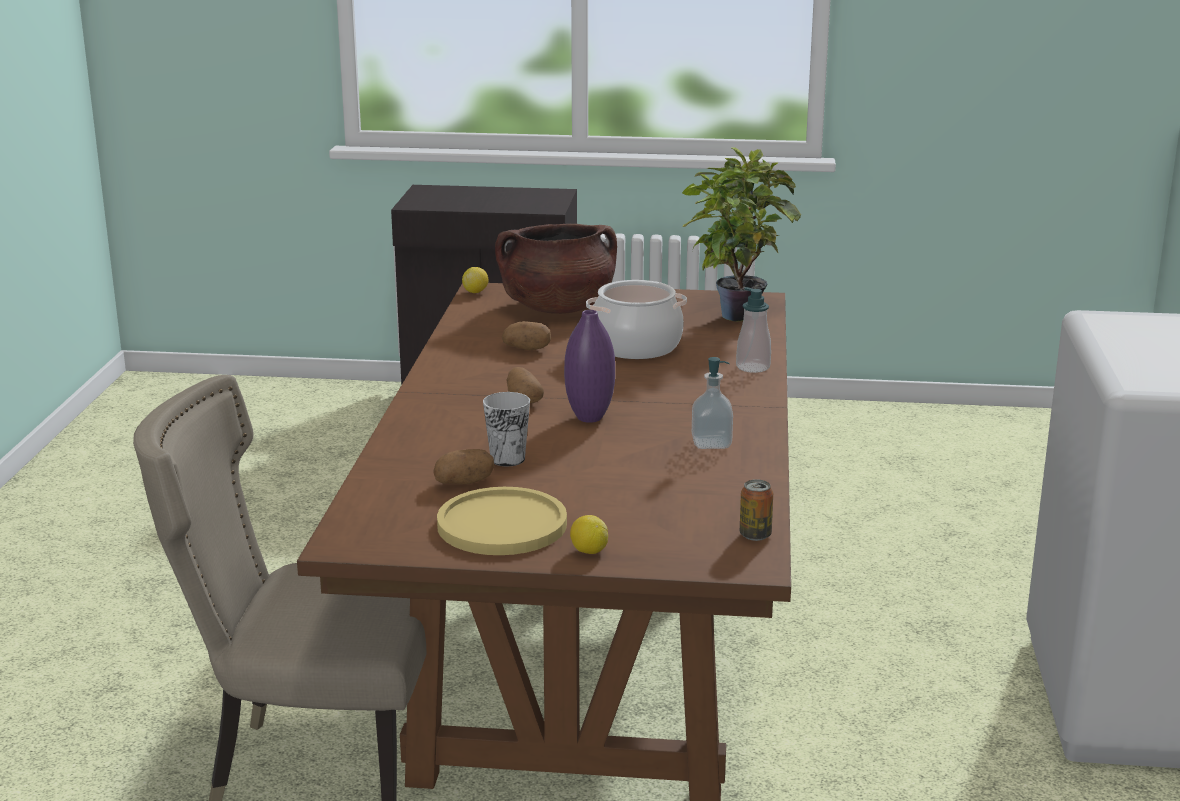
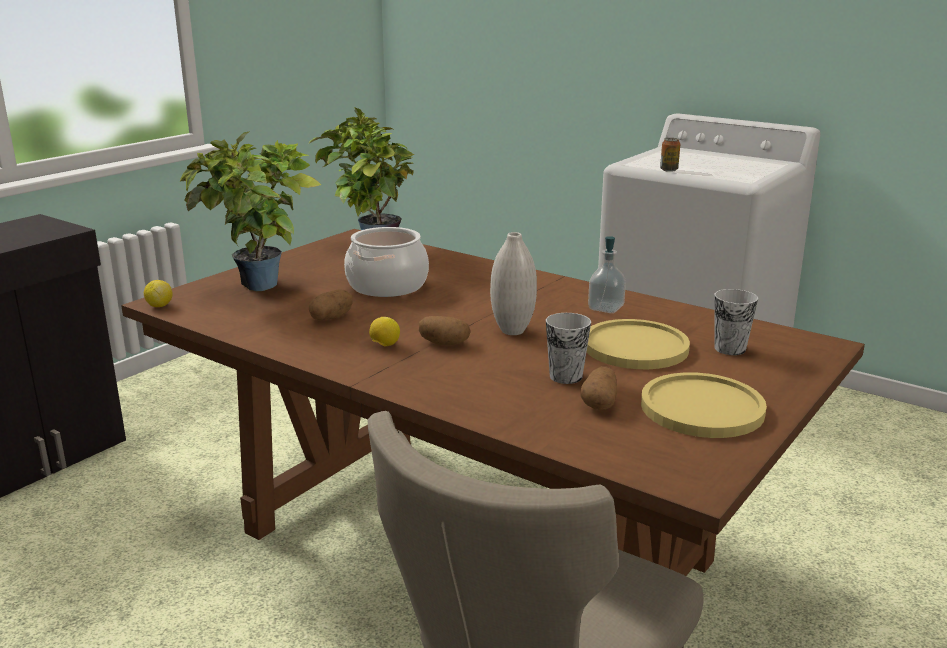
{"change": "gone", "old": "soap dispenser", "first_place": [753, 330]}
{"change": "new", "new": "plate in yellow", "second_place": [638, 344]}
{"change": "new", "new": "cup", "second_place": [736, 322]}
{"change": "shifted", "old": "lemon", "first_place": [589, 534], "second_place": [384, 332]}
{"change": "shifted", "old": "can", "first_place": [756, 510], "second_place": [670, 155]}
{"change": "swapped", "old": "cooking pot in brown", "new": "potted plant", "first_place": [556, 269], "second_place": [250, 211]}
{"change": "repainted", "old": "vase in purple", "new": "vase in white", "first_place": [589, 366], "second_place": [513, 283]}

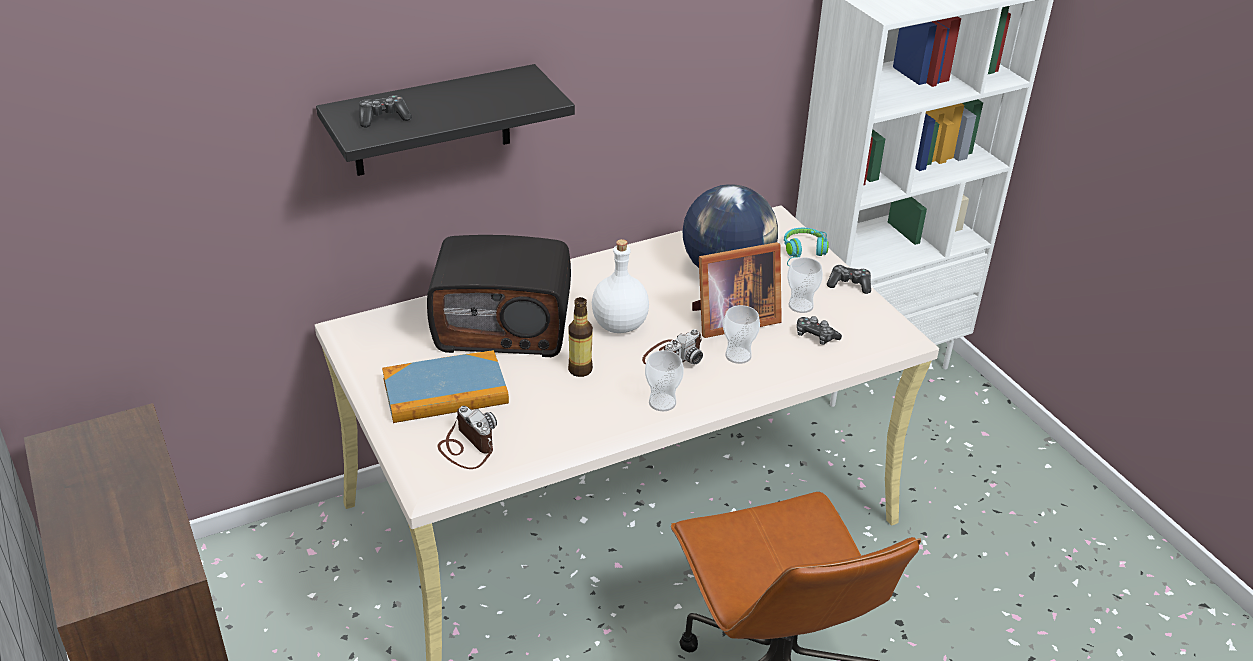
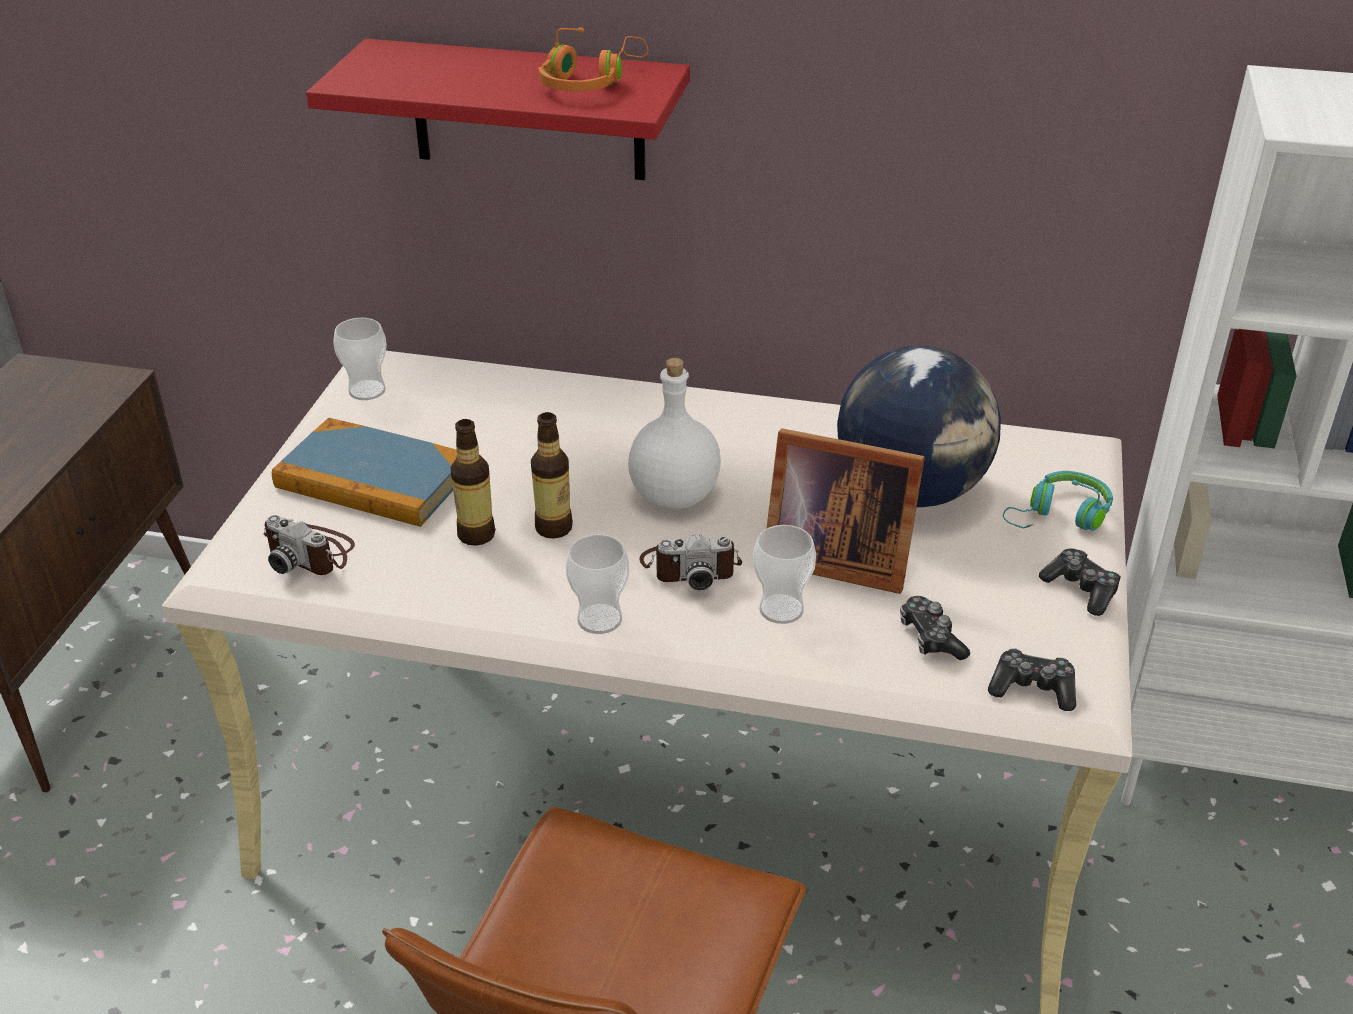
{"change": "gone", "old": "radio", "first_place": [499, 296]}
{"change": "new", "new": "bottle", "second_place": [472, 482]}
{"change": "new", "new": "headphones in orange", "second_place": [593, 59]}
{"change": "shifted", "old": "game controller", "first_place": [385, 111], "second_place": [1032, 679]}
{"change": "shifted", "old": "cup", "first_place": [805, 285], "second_place": [360, 359]}
{"change": "repainted", "old": "shelf in black", "new": "shelf in red", "first_place": [445, 120], "second_place": [498, 109]}
{"change": "rotated", "old": "photo camera", "first_place": [467, 437], "second_place": [309, 545], "degrees": 120}

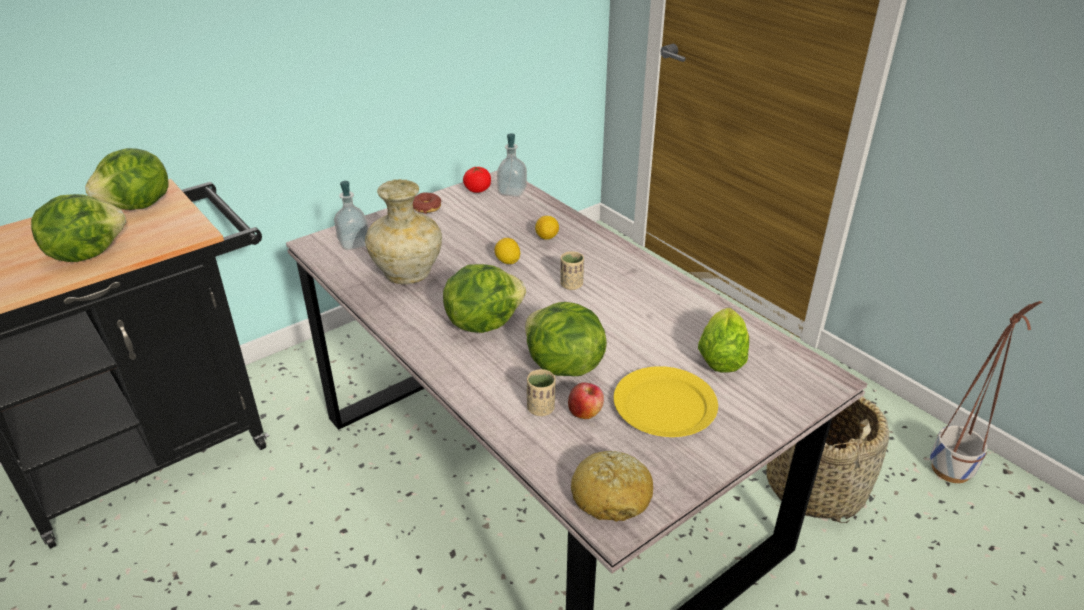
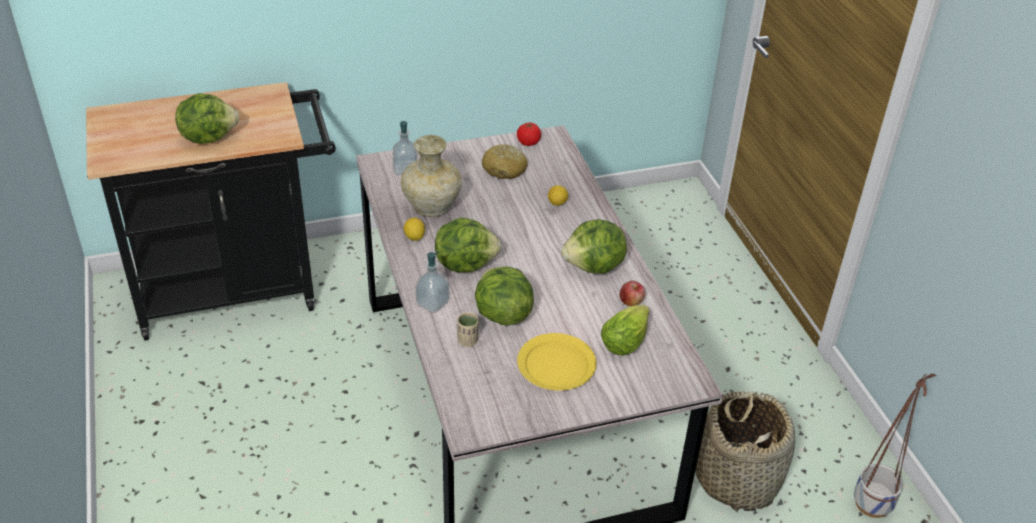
{"change": "gone", "old": "donut", "first_place": [427, 203]}
{"change": "gone", "old": "cup in beige", "first_place": [572, 270]}
{"change": "shifted", "old": "lettuce", "first_place": [127, 179], "second_place": [594, 246]}
{"change": "shifted", "old": "lemon", "first_place": [507, 251], "second_place": [414, 229]}
{"change": "shifted", "old": "soap dispenser", "first_place": [512, 165], "second_place": [432, 282]}
{"change": "shifted", "old": "apple", "first_place": [586, 400], "second_place": [633, 294]}
{"change": "shifted", "old": "bread", "first_place": [612, 486], "second_place": [505, 161]}

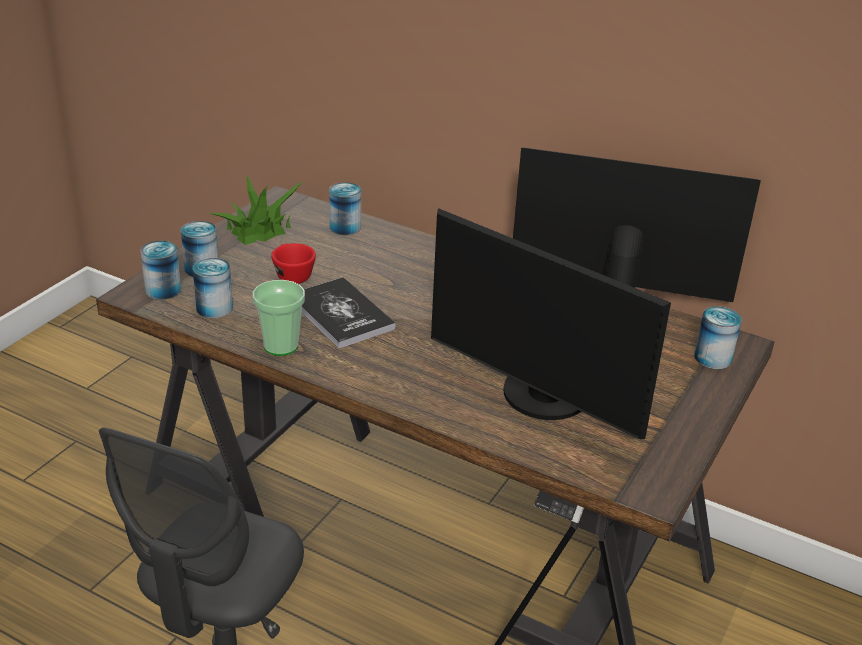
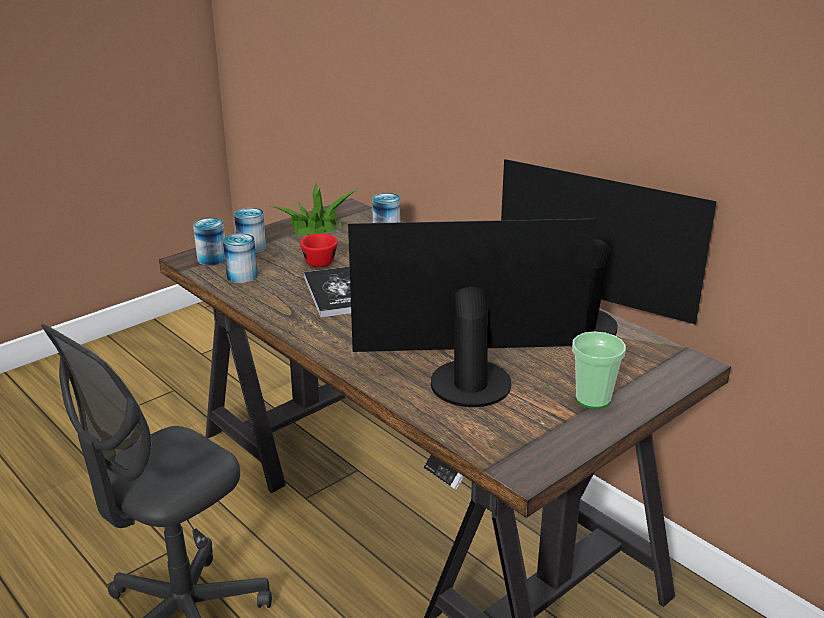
{"change": "gone", "old": "can", "first_place": [718, 338]}
{"change": "shifted", "old": "cup", "first_place": [278, 318], "second_place": [599, 370]}
{"change": "rotated", "old": "monitor", "first_place": [551, 323], "second_place": [472, 313], "degrees": 120}

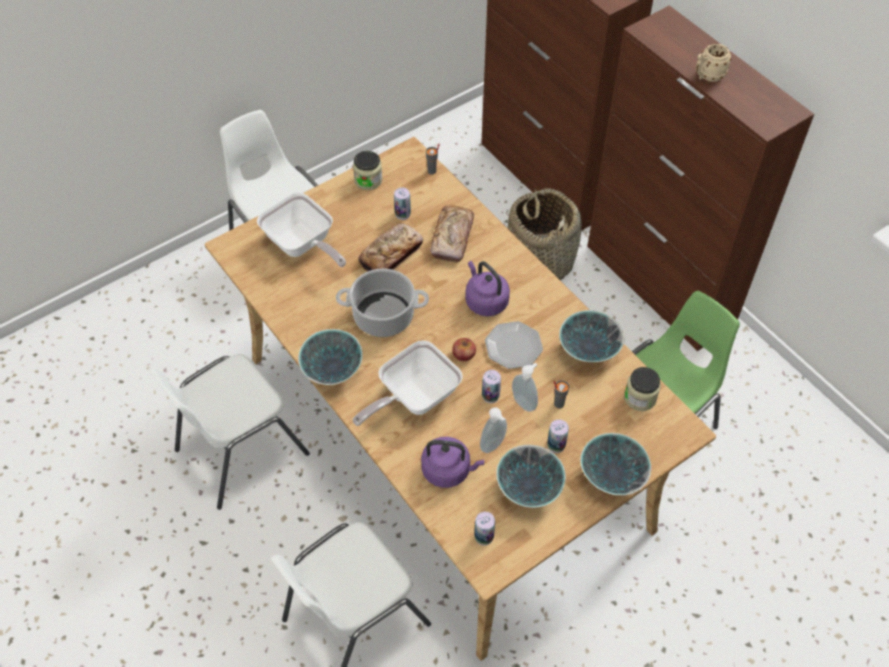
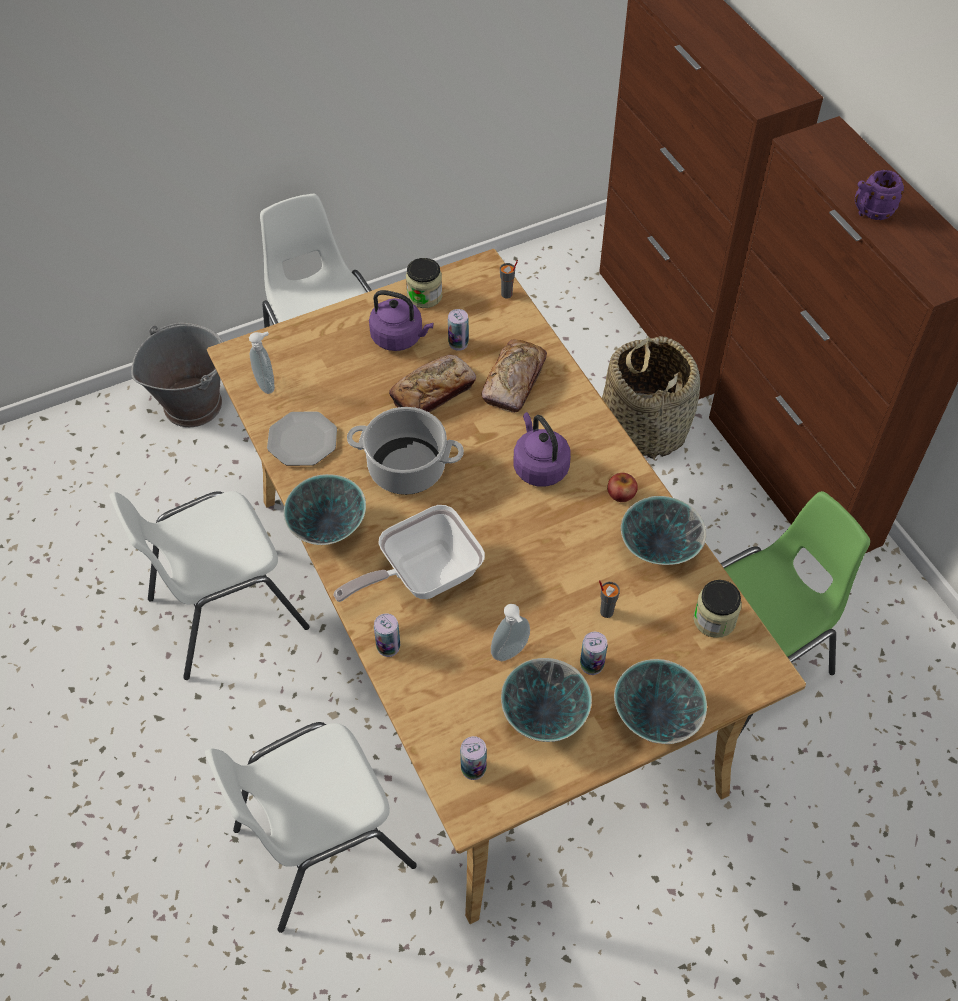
{"change": "gone", "old": "frying pan", "first_place": [301, 229]}
{"change": "new", "new": "bucket in grey", "second_place": [177, 375]}
{"change": "shifted", "old": "kettle in purple", "first_place": [452, 462], "second_place": [401, 320]}
{"change": "shifted", "old": "apple", "first_place": [464, 349], "second_place": [622, 487]}
{"change": "shifted", "old": "can", "first_place": [491, 386], "second_place": [387, 635]}
{"change": "shifted", "old": "plate", "first_place": [514, 345], "second_place": [302, 439]}
{"change": "shifted", "old": "soap dispenser", "first_place": [525, 387], "second_place": [262, 362]}
{"change": "repainted", "old": "mug in beige", "new": "mug in purple", "first_place": [713, 63], "second_place": [880, 195]}

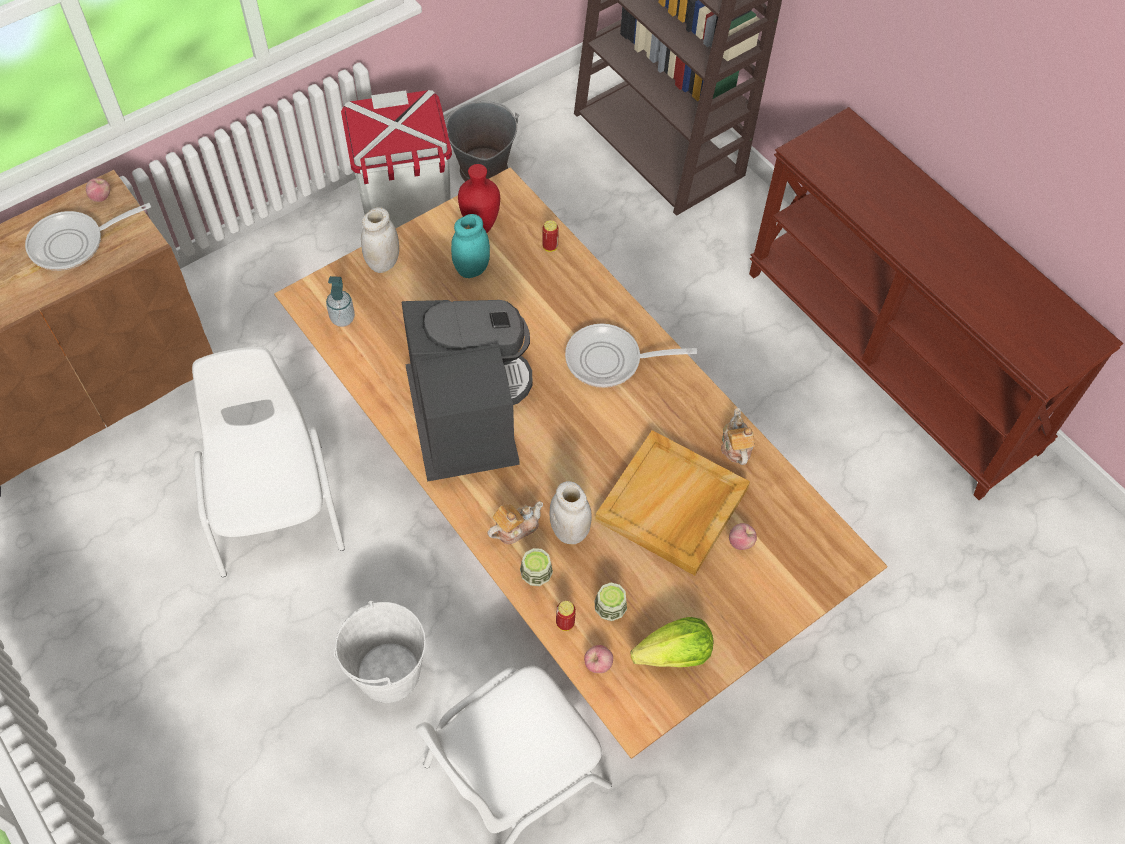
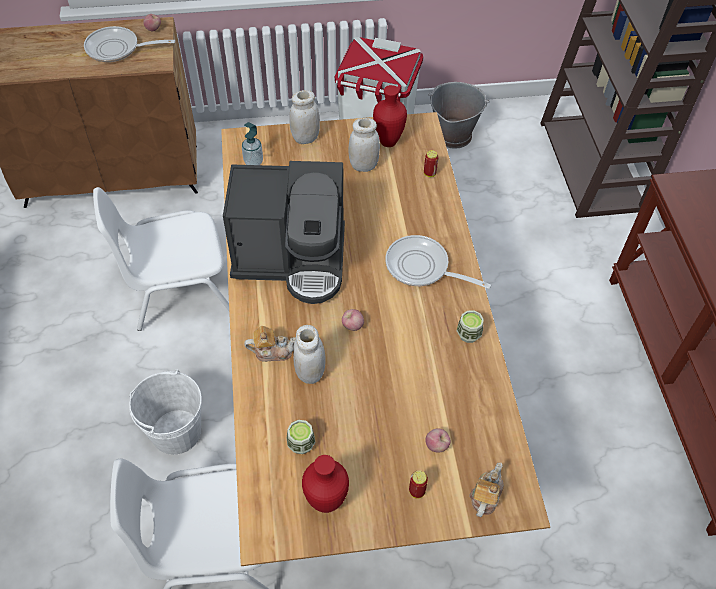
{"change": "gone", "old": "tray in beige", "first_place": [672, 503]}
{"change": "shifted", "old": "cup", "first_place": [536, 567], "second_place": [470, 326]}
{"change": "shifted", "old": "can", "first_place": [566, 616], "second_place": [418, 484]}
{"change": "shifted", "old": "apple", "first_place": [598, 659], "second_place": [353, 320]}
{"change": "shifted", "old": "teapot", "first_place": [738, 436], "second_place": [486, 489]}
{"change": "swapped", "old": "lettuce", "new": "vase in red", "first_place": [672, 642], "second_place": [325, 484]}
{"change": "repainted", "old": "jar in turquoise", "new": "jar in white", "first_place": [470, 246], "second_place": [364, 145]}
{"change": "rotated", "old": "chair in white", "first_place": [268, 462], "second_place": [161, 259], "degrees": -120}
{"change": "rotated", "old": "coffee machine", "first_place": [467, 391], "second_place": [284, 232], "degrees": 75}

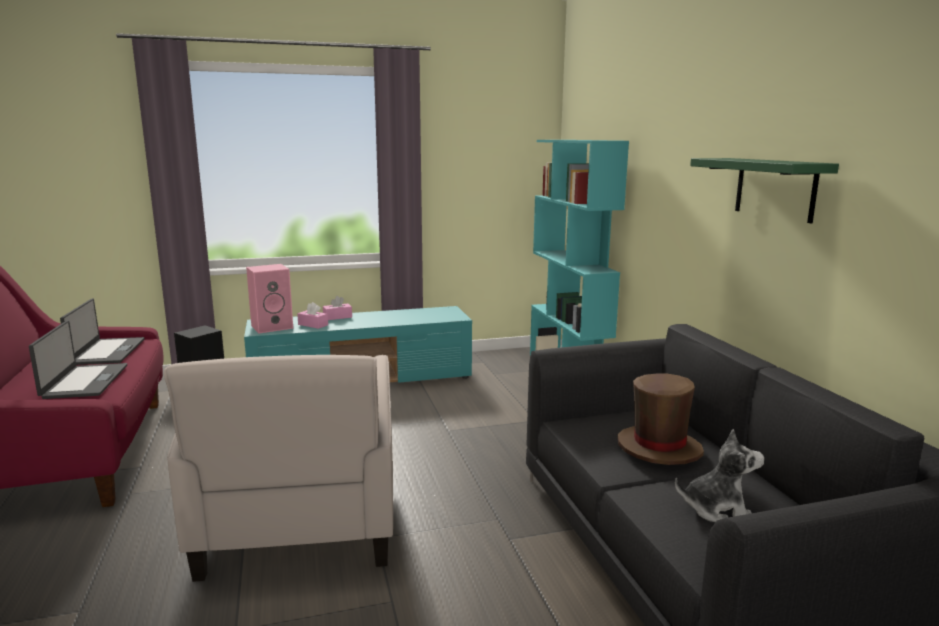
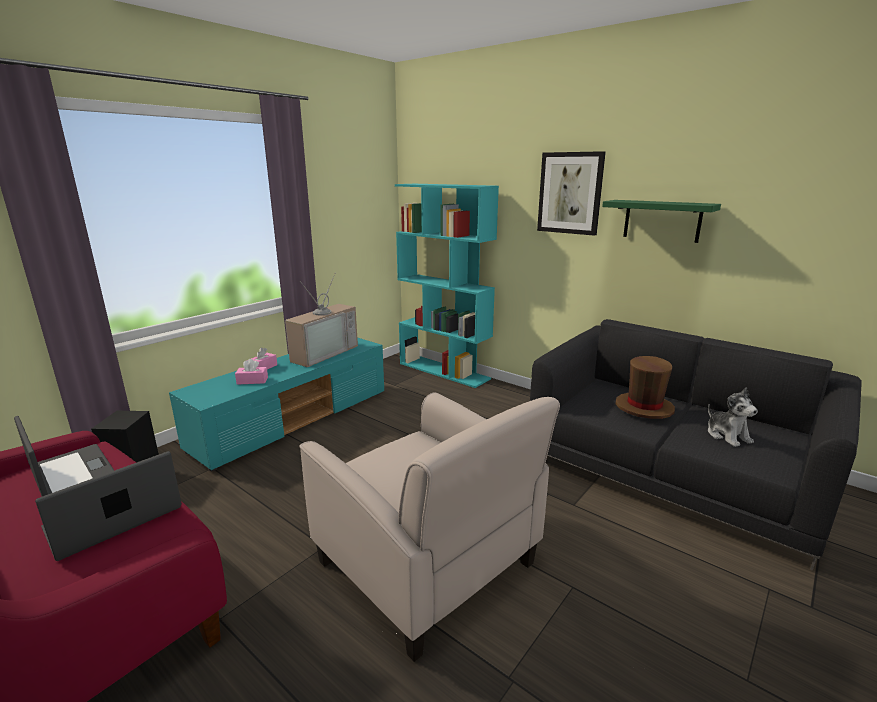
{"change": "gone", "old": "speaker in pink", "first_place": [269, 298]}
{"change": "new", "new": "television", "second_place": [321, 320]}
{"change": "new", "new": "picture", "second_place": [571, 193]}
{"change": "rotated", "old": "laptop", "first_place": [78, 359], "second_place": [108, 506], "degrees": -90}
{"change": "rotated", "old": "plush toy", "first_place": [719, 475], "second_place": [733, 417], "degrees": 105}

